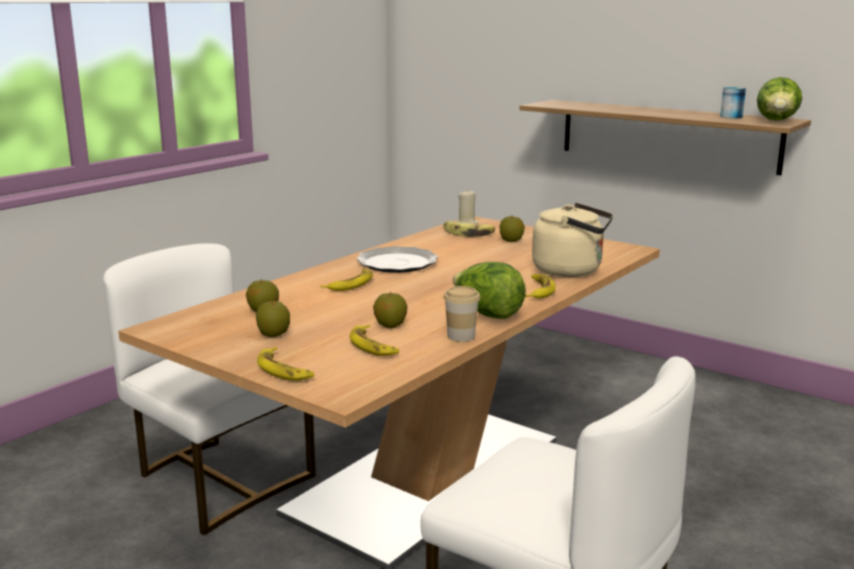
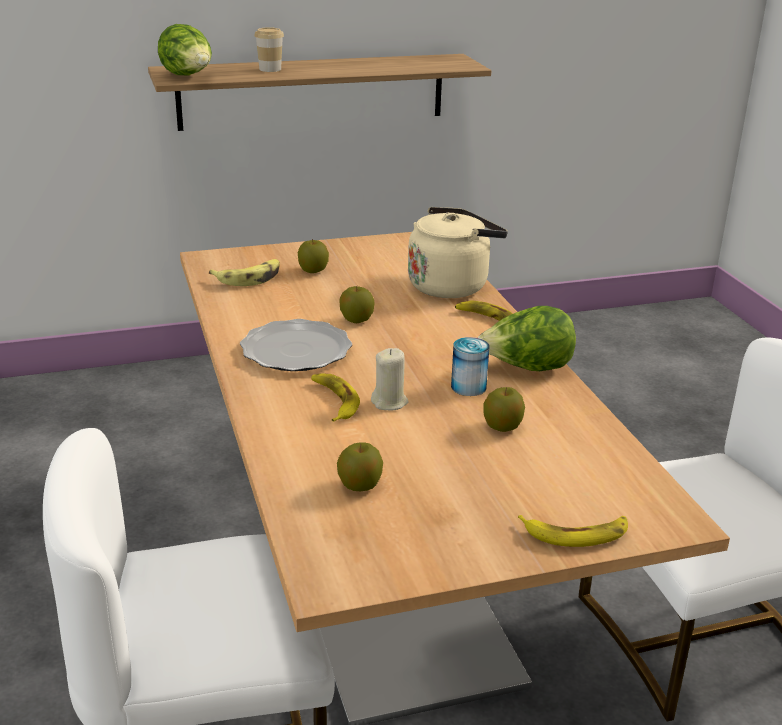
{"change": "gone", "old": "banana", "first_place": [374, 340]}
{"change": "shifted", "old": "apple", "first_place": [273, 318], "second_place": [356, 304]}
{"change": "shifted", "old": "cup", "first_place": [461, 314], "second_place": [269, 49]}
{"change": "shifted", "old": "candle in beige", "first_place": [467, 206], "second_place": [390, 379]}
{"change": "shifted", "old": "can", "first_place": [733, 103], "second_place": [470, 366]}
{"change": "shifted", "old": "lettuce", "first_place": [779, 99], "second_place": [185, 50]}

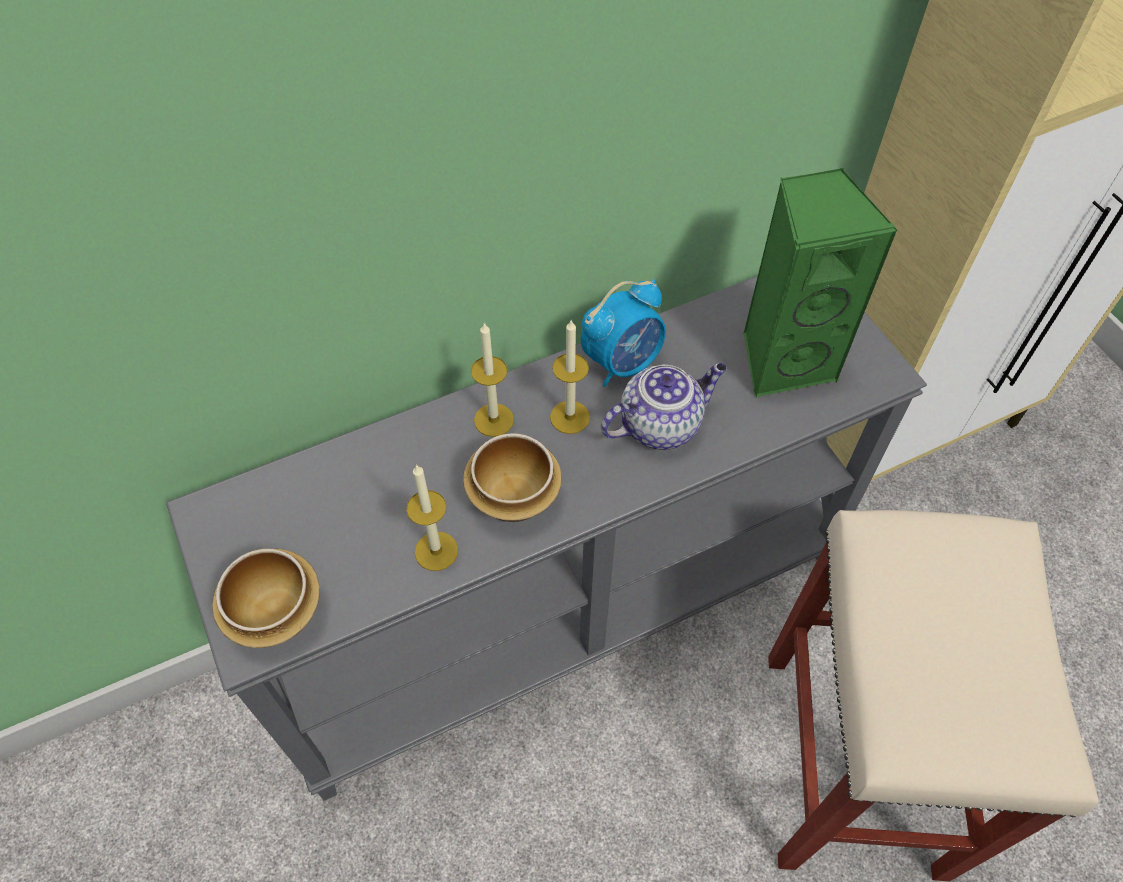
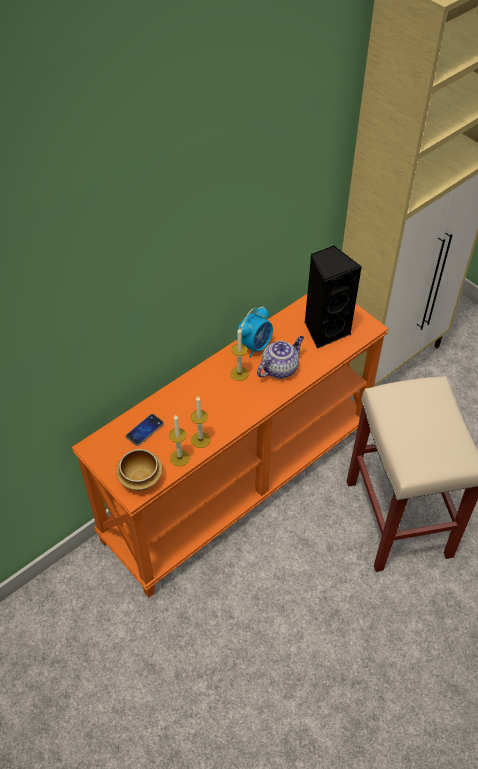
{"change": "gone", "old": "bowl", "first_place": [512, 477]}
{"change": "new", "new": "phone", "second_place": [145, 430]}
{"change": "shifted", "old": "candle", "first_place": [492, 380], "second_place": [179, 440]}
{"change": "repainted", "old": "console table in grey", "new": "console table in orange", "first_place": [546, 538], "second_place": [230, 446]}
{"change": "repainted", "old": "speaker in green", "new": "speaker in black", "first_place": [820, 282], "second_place": [333, 297]}

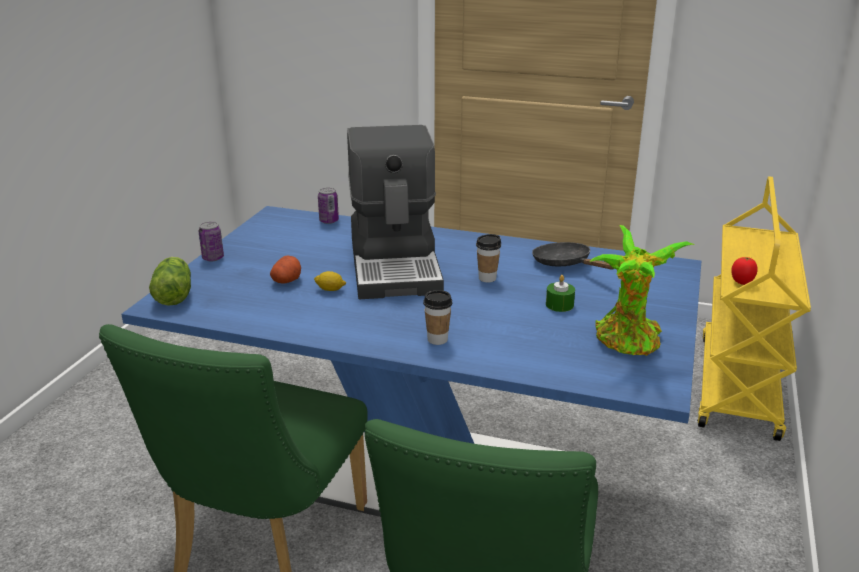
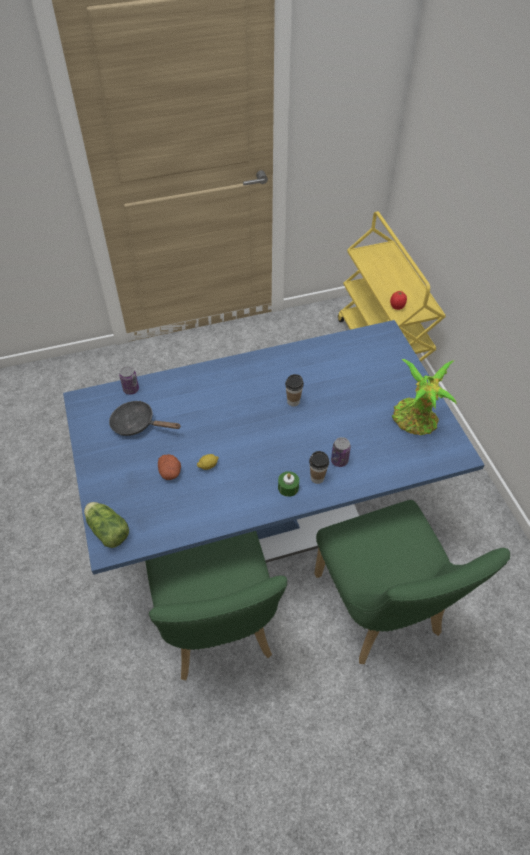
{"change": "gone", "old": "coffee machine", "first_place": [395, 212]}
{"change": "shifted", "old": "can", "first_place": [211, 241], "second_place": [341, 452]}
{"change": "shifted", "old": "frying pan in black", "first_place": [572, 255], "second_place": [145, 418]}
{"change": "shifted", "old": "candle in green", "first_place": [560, 293], "second_place": [288, 484]}

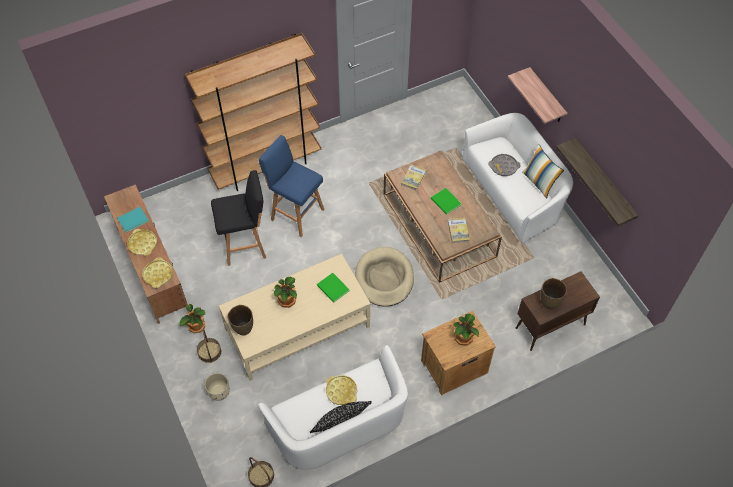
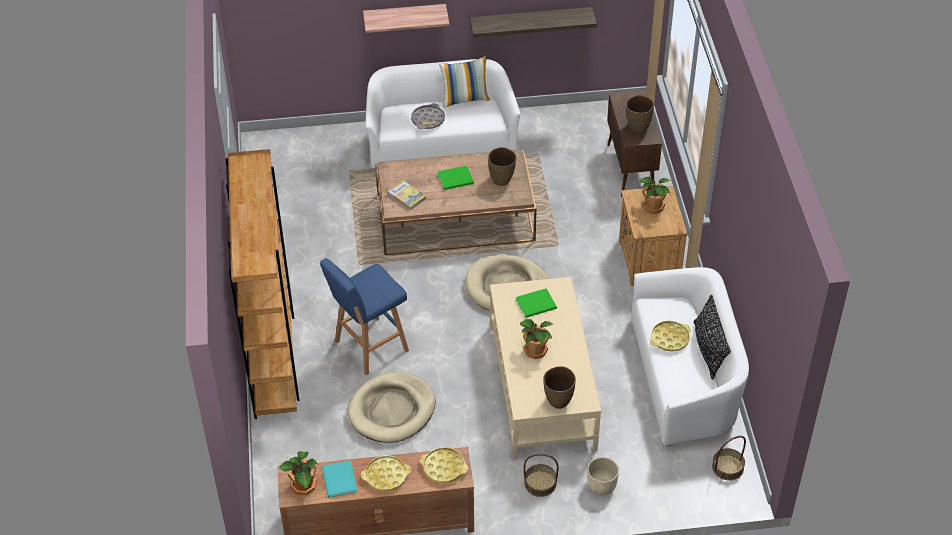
{"change": "shifted", "old": "potted plant", "first_place": [192, 319], "second_place": [298, 473]}
{"change": "swapped", "old": "stool in black", "new": "dog bed in beige", "first_place": [238, 218], "second_place": [391, 407]}
{"change": "swapped", "old": "book", "new": "vase in brown", "first_place": [459, 230], "second_place": [502, 166]}

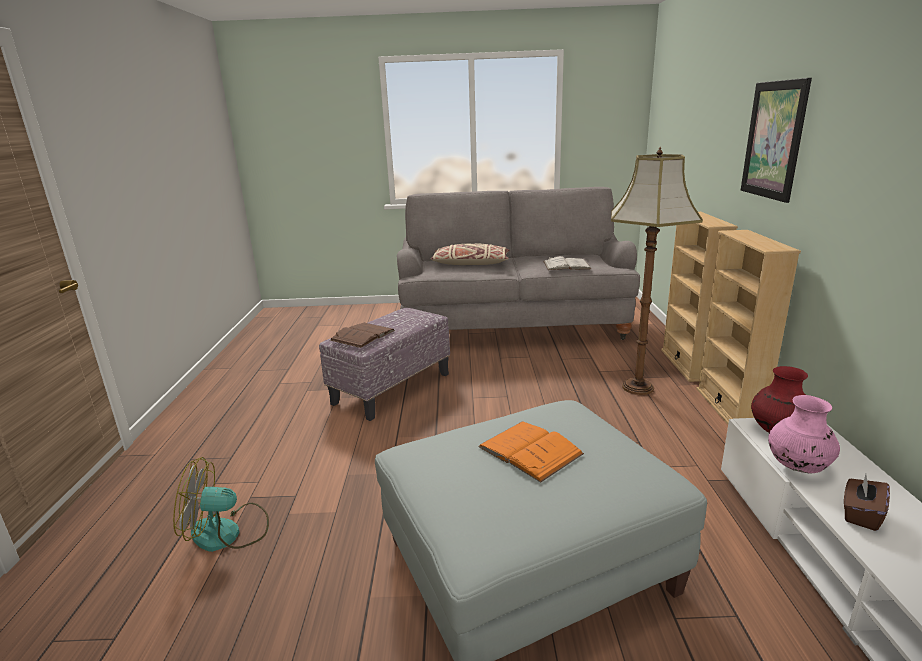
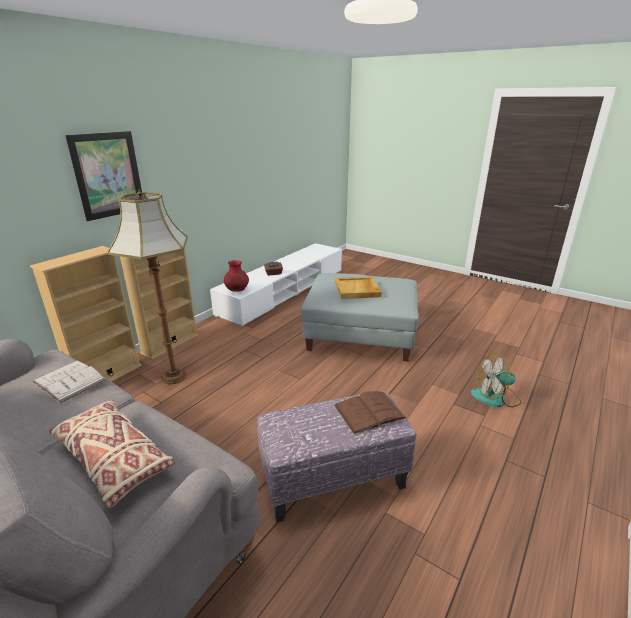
{"change": "gone", "old": "vase in pink", "first_place": [804, 434]}
{"change": "swapped", "old": "book in orange", "new": "tray in beige", "first_place": [531, 452], "second_place": [358, 288]}
{"change": "rotated", "old": "fan", "first_place": [221, 504], "second_place": [496, 380], "degrees": 150}

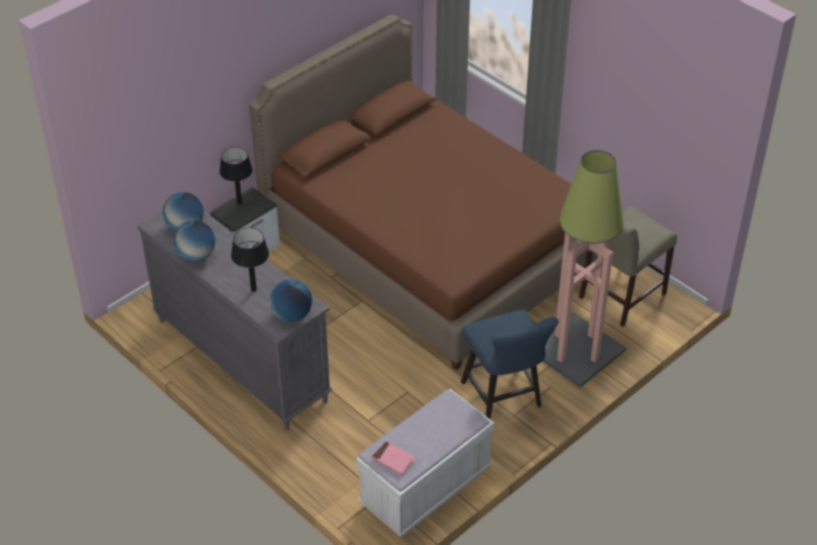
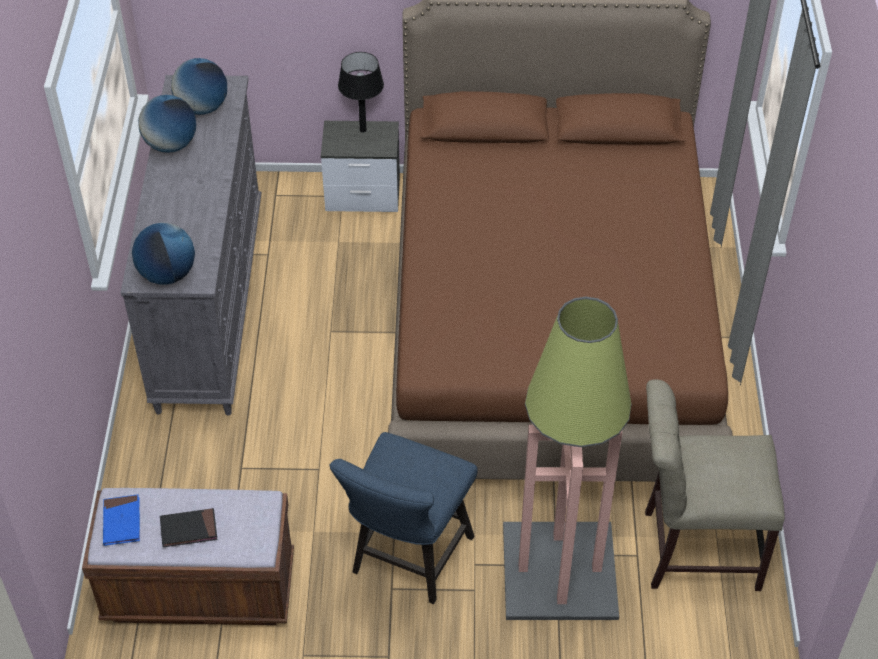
{"change": "gone", "old": "table lamp in black", "first_place": [250, 260]}
{"change": "new", "new": "book in black", "second_place": [188, 527]}
{"change": "repainted", "old": "bench in white", "new": "bench in brown", "first_place": [425, 463], "second_place": [188, 556]}
{"change": "repainted", "old": "book in pink", "new": "book in blue", "first_place": [393, 458], "second_place": [121, 520]}

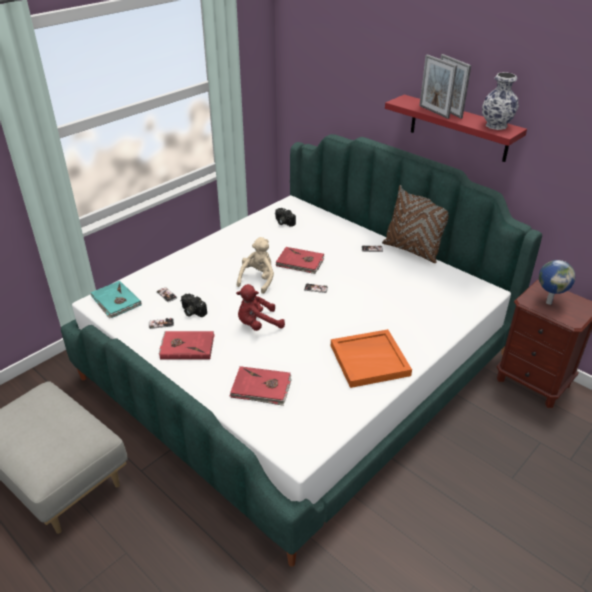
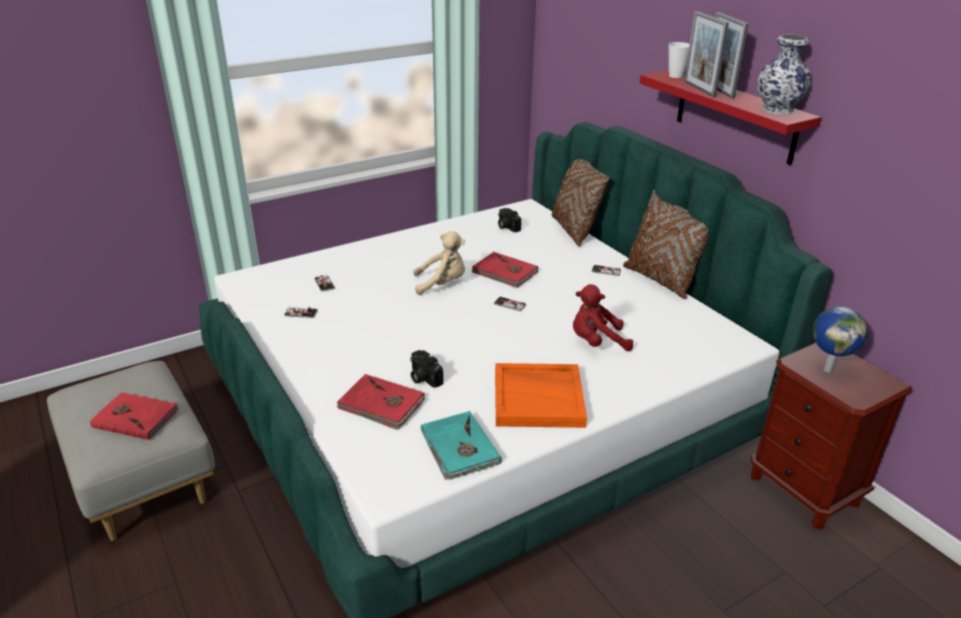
{"change": "new", "new": "pillow in brown", "second_place": [581, 203]}
{"change": "new", "new": "cup", "second_place": [679, 60]}
{"change": "shifted", "old": "book in turquoise", "first_place": [116, 299], "second_place": [461, 445]}
{"change": "shifted", "old": "book in red", "first_place": [187, 345], "second_place": [134, 416]}
{"change": "shifted", "old": "photo camera", "first_place": [194, 305], "second_place": [426, 369]}
{"change": "shifted", "old": "plush toy in red", "first_place": [260, 307], "second_place": [603, 317]}
{"change": "rotated", "old": "plush toy in beige", "first_place": [255, 265], "second_place": [439, 263], "degrees": 45}

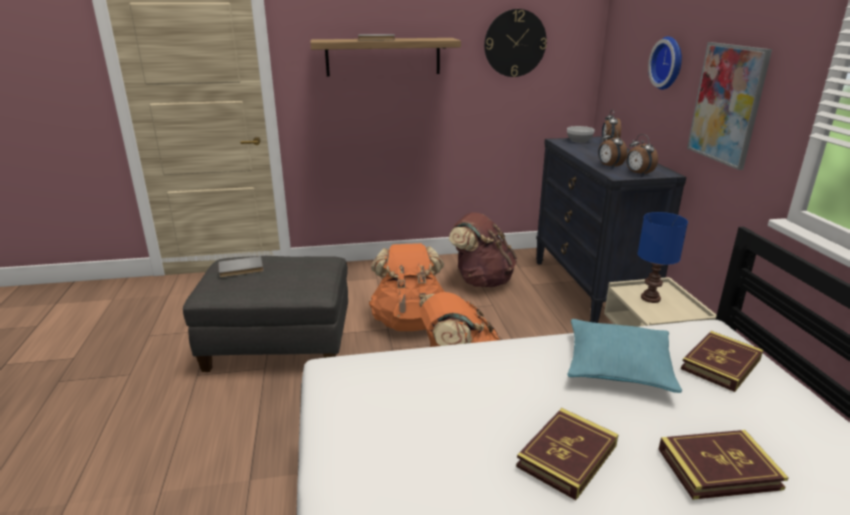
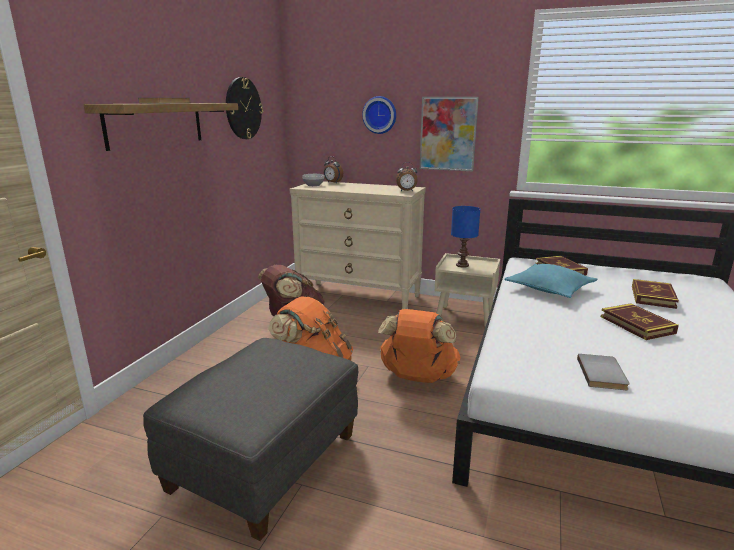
{"change": "gone", "old": "alarm clock", "first_place": [612, 148]}
{"change": "shifted", "old": "book in grey", "first_place": [241, 266], "second_place": [603, 372]}
{"change": "repainted", "old": "dresser in black", "new": "dresser in beige", "first_place": [611, 229], "second_place": [358, 245]}

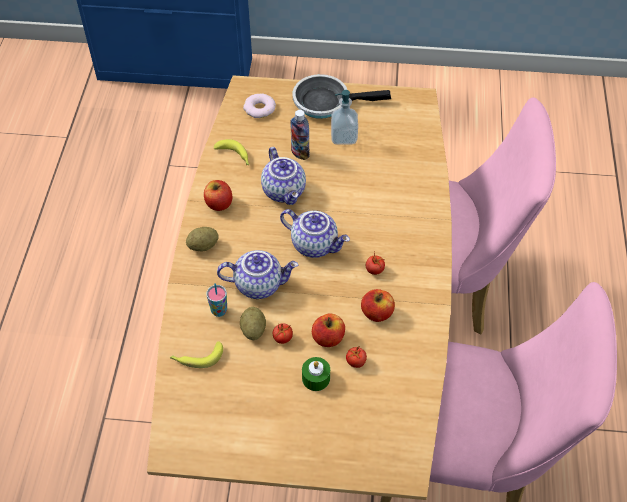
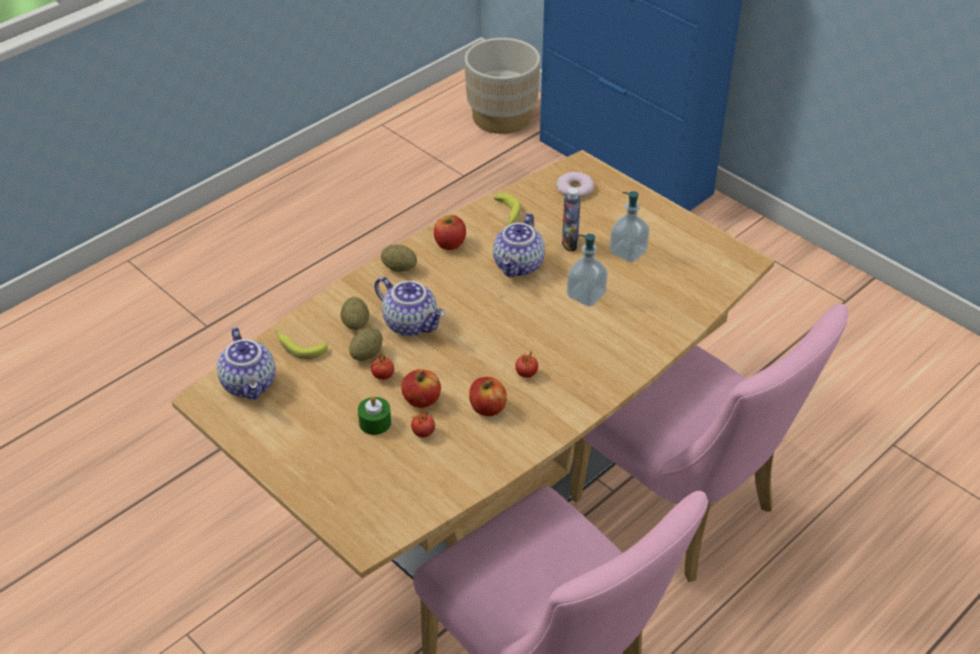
{"change": "gone", "old": "frying pan", "first_place": [342, 96]}
{"change": "new", "new": "planter in beige", "second_place": [502, 86]}
{"change": "new", "new": "soap dispenser", "second_place": [587, 270]}
{"change": "shifted", "old": "teapot", "first_place": [315, 233], "second_place": [246, 363]}
{"change": "swapped", "old": "cup", "new": "potato", "first_place": [216, 300], "second_place": [354, 314]}

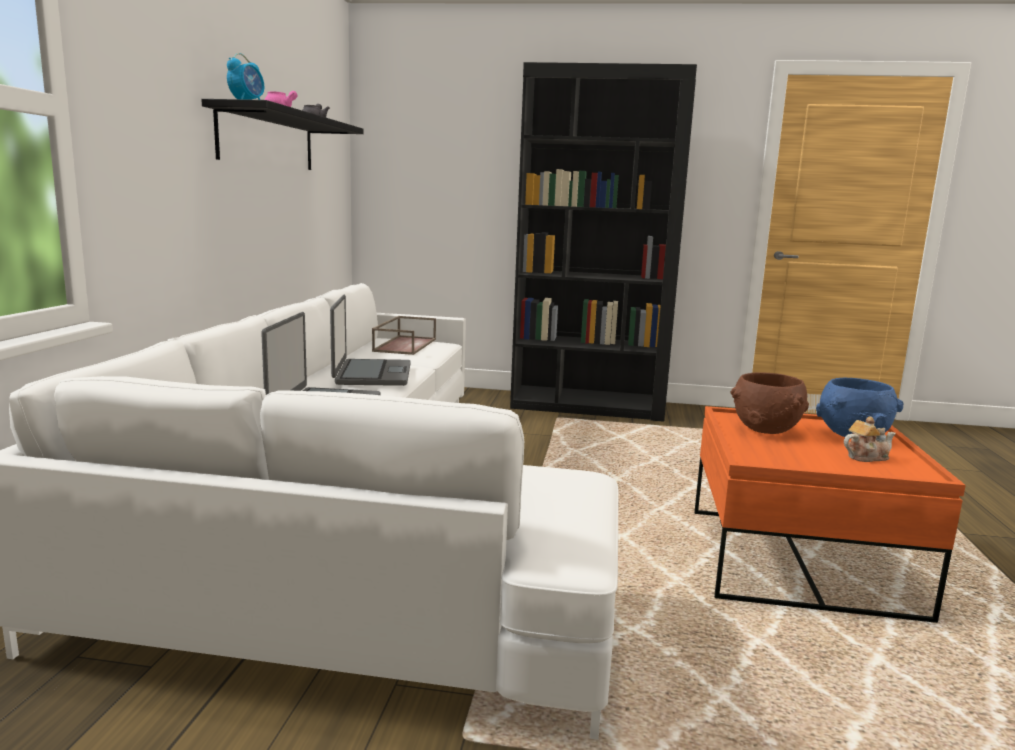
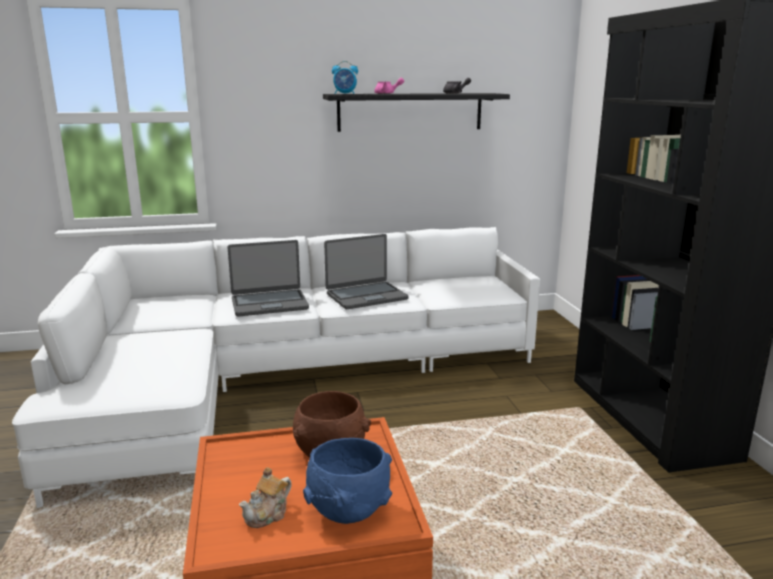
{"change": "gone", "old": "tray in brown", "first_place": [404, 335]}
{"change": "rotated", "old": "teapot", "first_place": [870, 439], "second_place": [265, 497], "degrees": 75}

